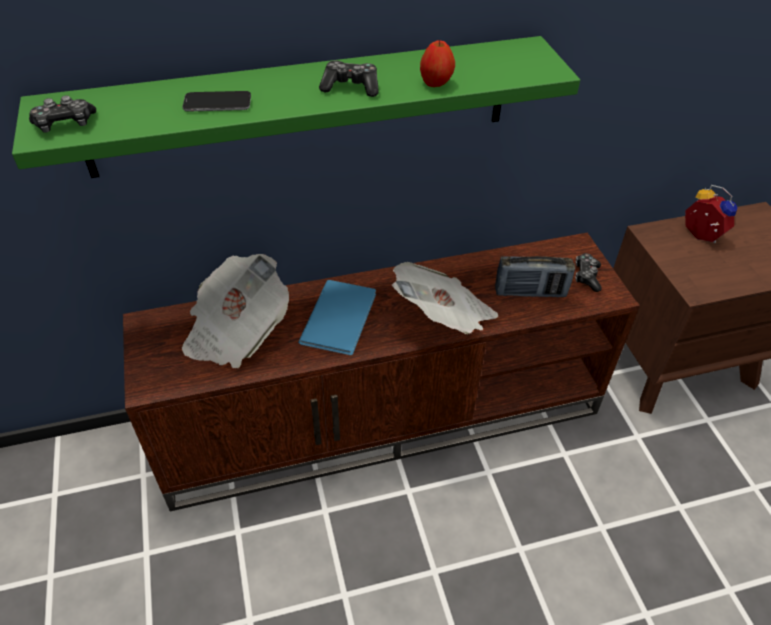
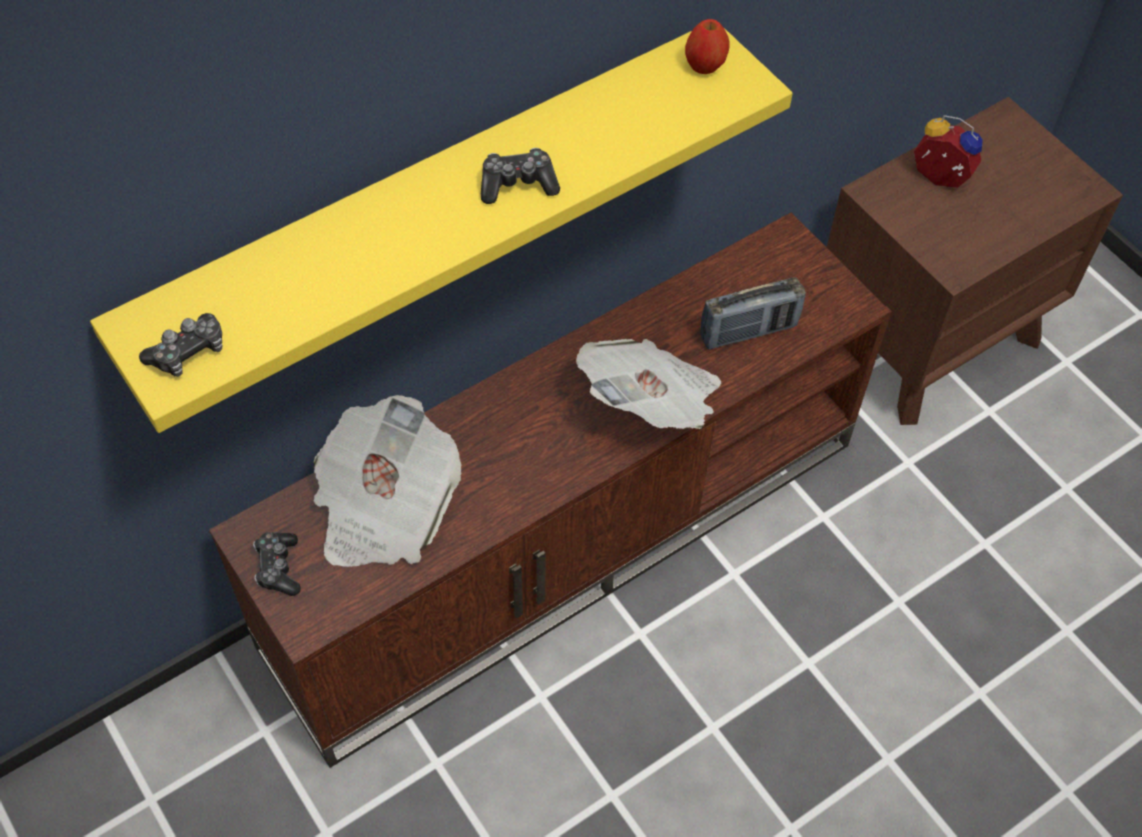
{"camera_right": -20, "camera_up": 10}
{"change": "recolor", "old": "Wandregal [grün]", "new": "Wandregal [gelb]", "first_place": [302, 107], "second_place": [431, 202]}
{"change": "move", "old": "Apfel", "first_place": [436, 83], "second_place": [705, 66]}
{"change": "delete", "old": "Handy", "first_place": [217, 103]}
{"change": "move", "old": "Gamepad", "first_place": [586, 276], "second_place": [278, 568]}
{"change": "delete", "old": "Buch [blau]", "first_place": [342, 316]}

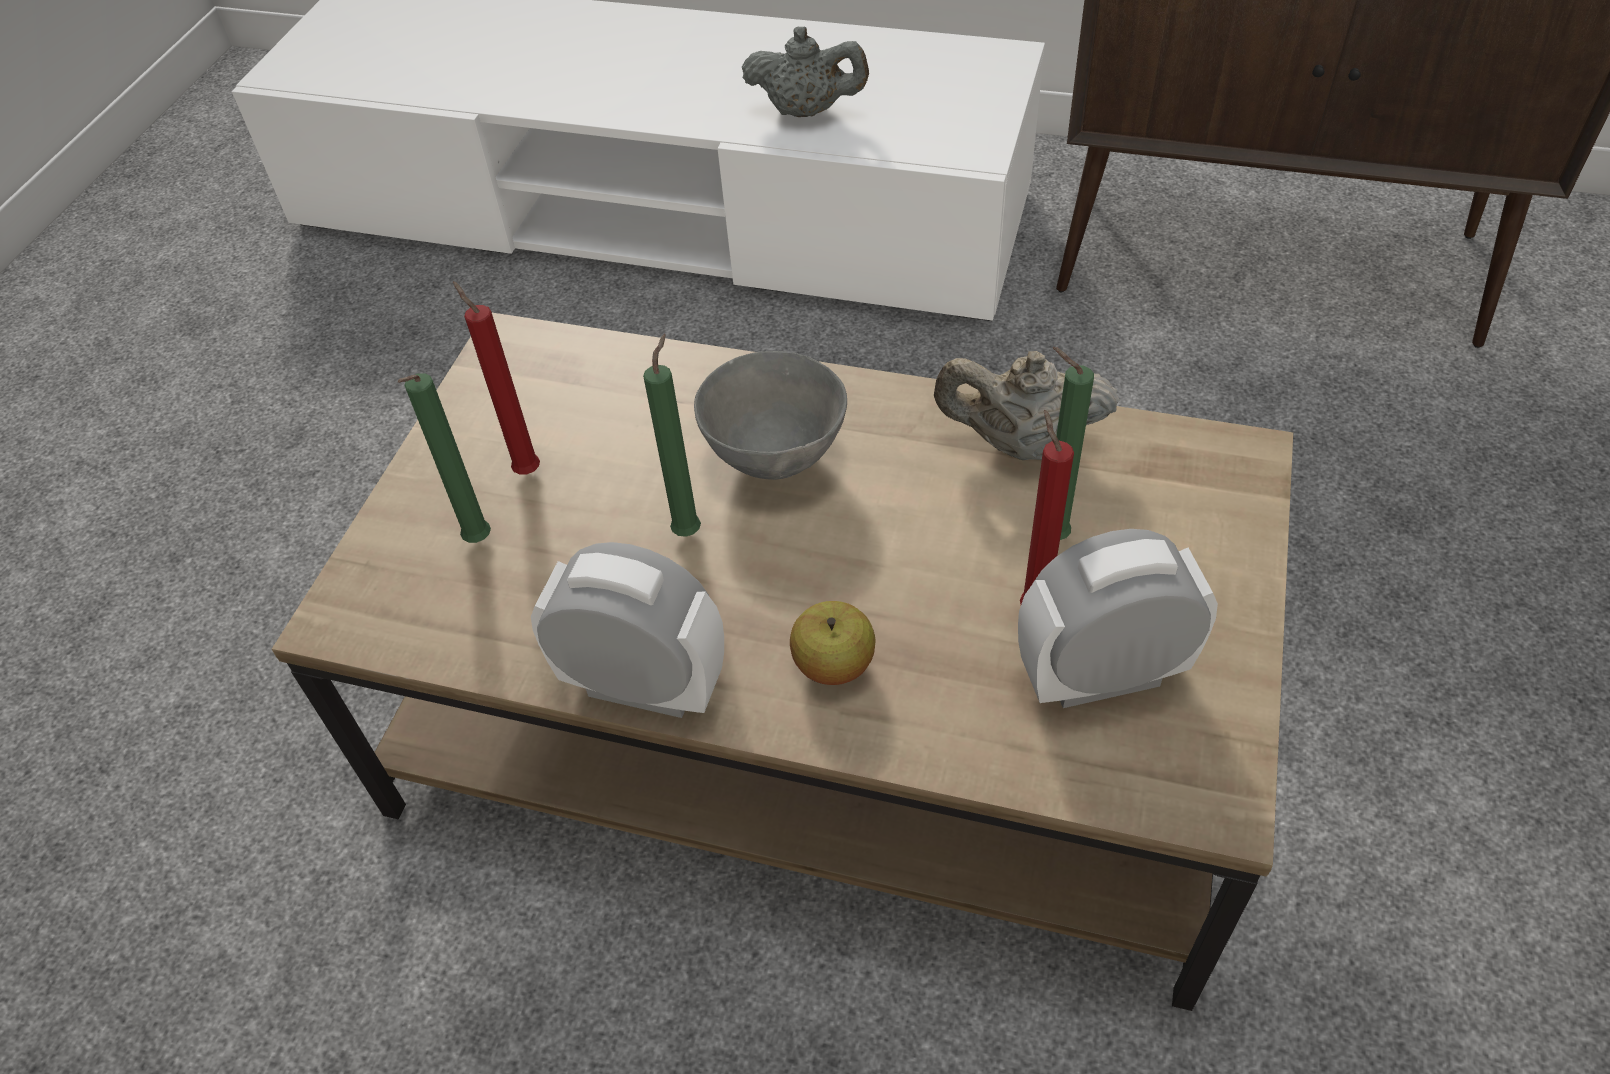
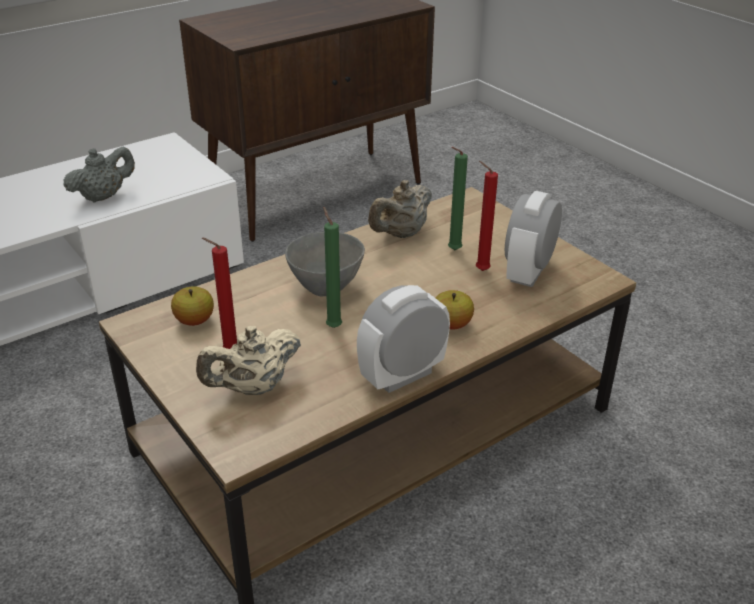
{"camera_right": -55, "camera_up": -15}
{"change": "replace", "old": "Kerze [grün]", "new": "Teekanne [beige]", "first_place": [476, 543], "second_place": [253, 387]}
{"change": "insert", "new": "Apfel", "second_place": [194, 321]}

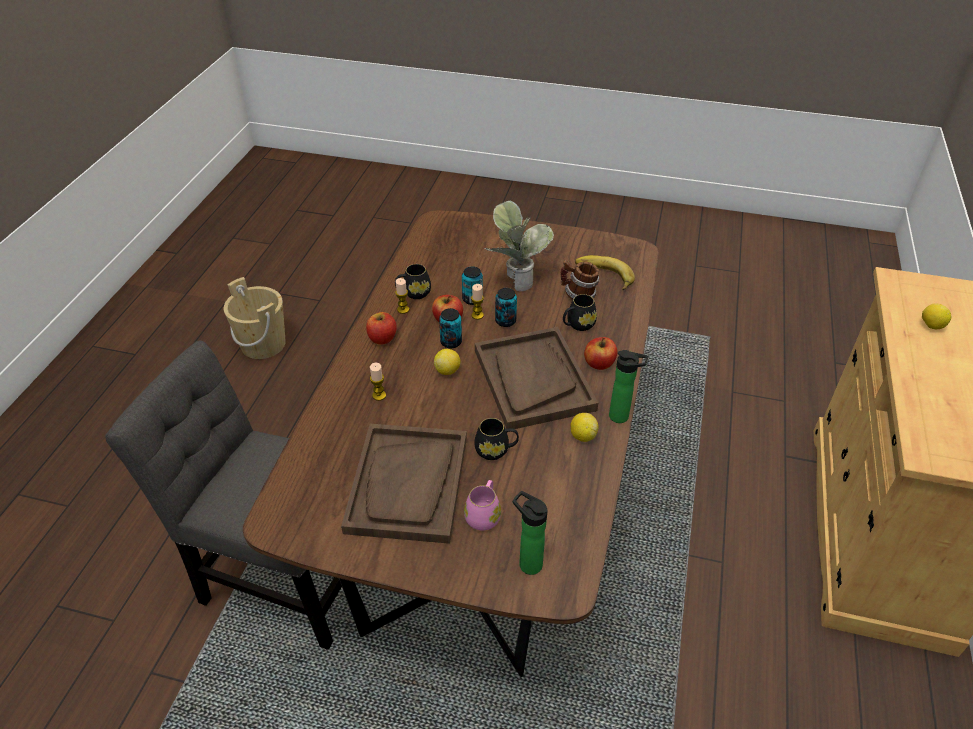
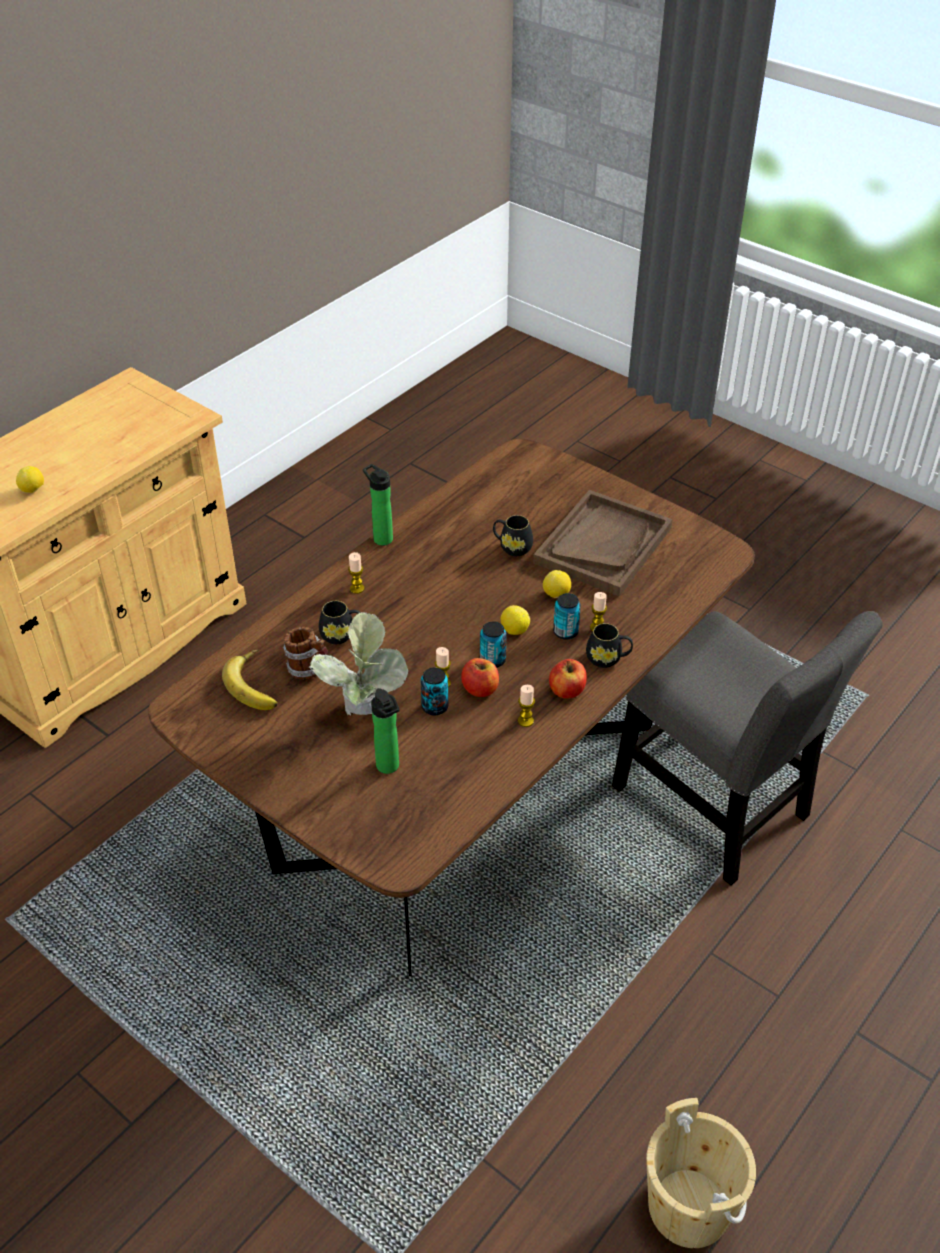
{"camera_right": -155, "camera_up": 0}
{"change": "move", "old": "Henkelbecher [schwarz]", "first_place": [413, 293], "second_place": [608, 658]}
{"change": "move", "old": "Dose", "first_place": [505, 321], "second_place": [565, 632]}
{"change": "delete", "old": "Tablett [braun]", "first_place": [533, 379]}
{"change": "replace", "old": "Apfel", "new": "Kerze", "first_place": [599, 363], "second_place": [357, 588]}
{"change": "move", "old": "Zitrone", "first_place": [583, 436], "second_place": [556, 594]}
{"change": "delete", "old": "Henkelbecher [rosa]", "first_place": [484, 515]}
{"change": "move", "old": "Flasche", "first_place": [527, 563], "second_place": [389, 768]}

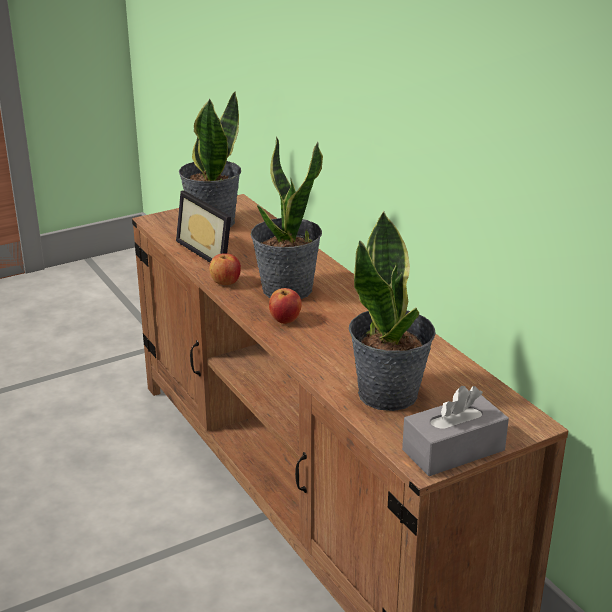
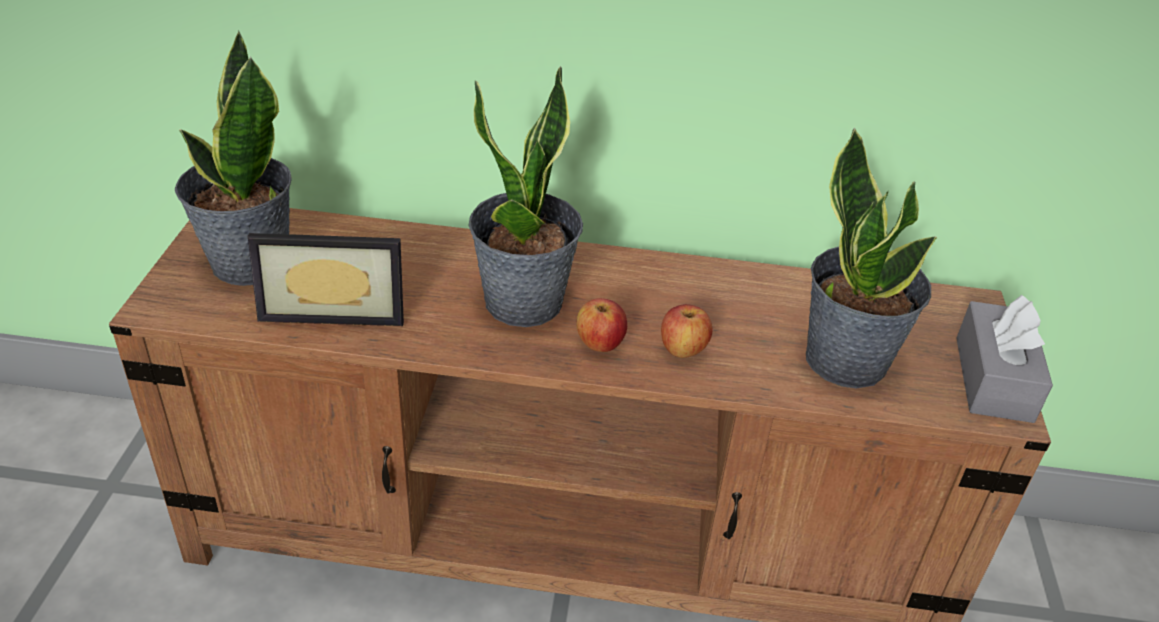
{"camera_right": -55, "camera_up": 10}
{"change": "move", "old": "Apfel", "first_place": [225, 282], "second_place": [682, 350]}

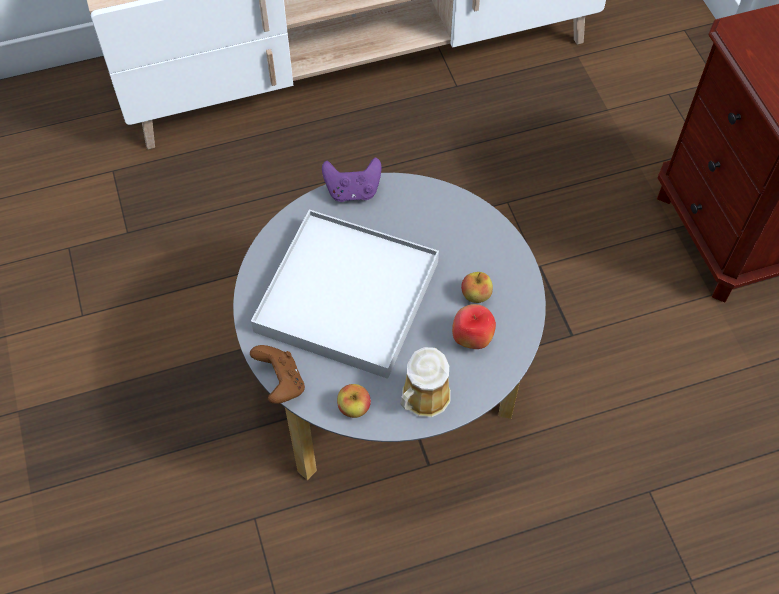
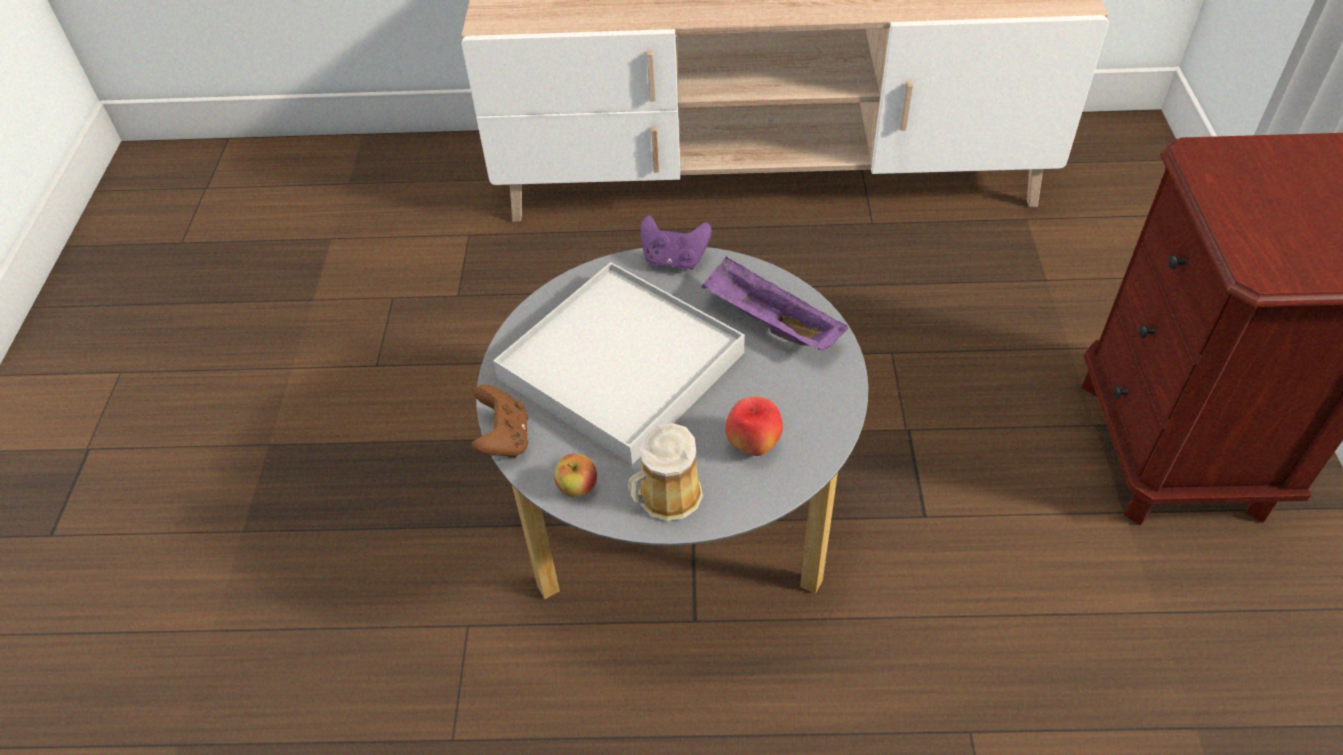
{"camera_right": 20, "camera_up": -10}
{"change": "delete", "old": "Apfel", "first_place": [475, 295]}
{"change": "insert", "new": "Tablett [lila]", "second_place": [768, 323]}

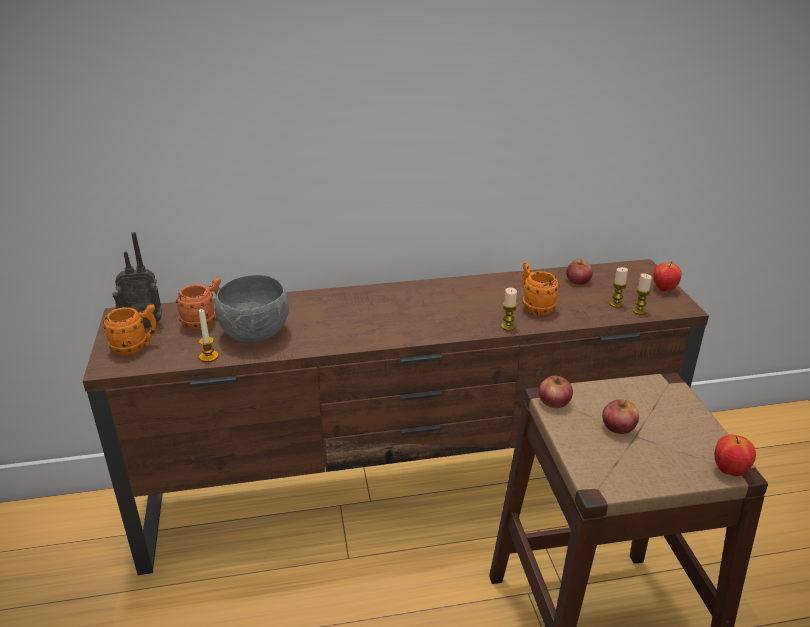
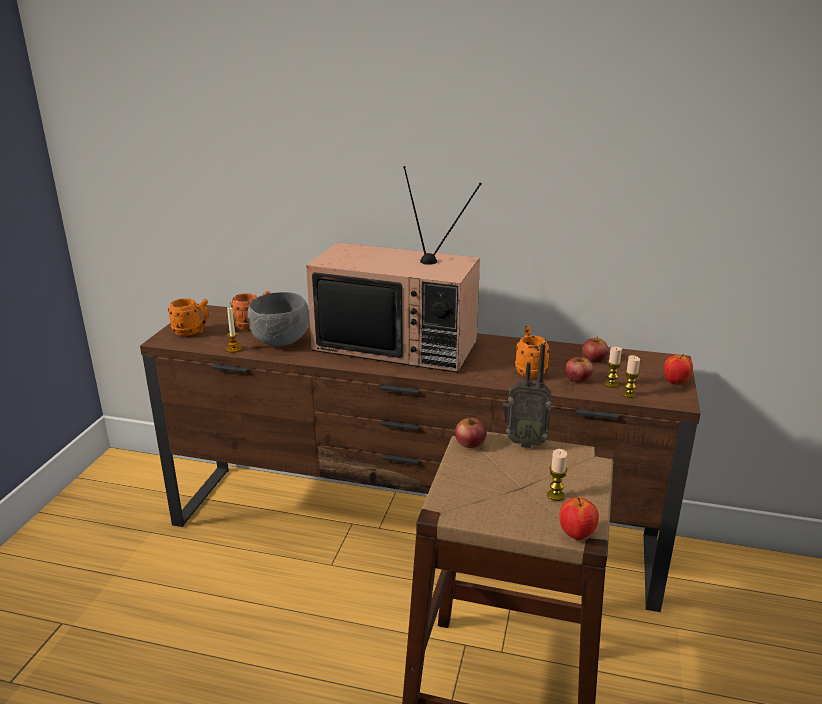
{"camera_right": 25, "camera_up": -5}
{"change": "move", "old": "Radio", "first_place": [143, 324], "second_place": [524, 442]}
{"change": "move", "old": "Kerze", "first_place": [508, 326], "second_place": [555, 495]}
{"change": "move", "old": "Apfel", "first_place": [618, 426], "second_place": [577, 378]}
{"change": "insert", "new": "Fernseher", "second_place": [398, 345]}

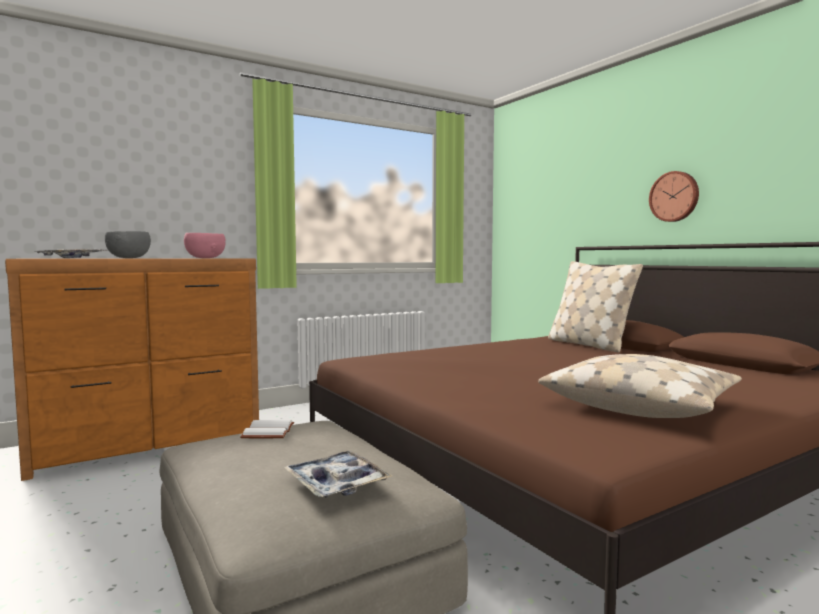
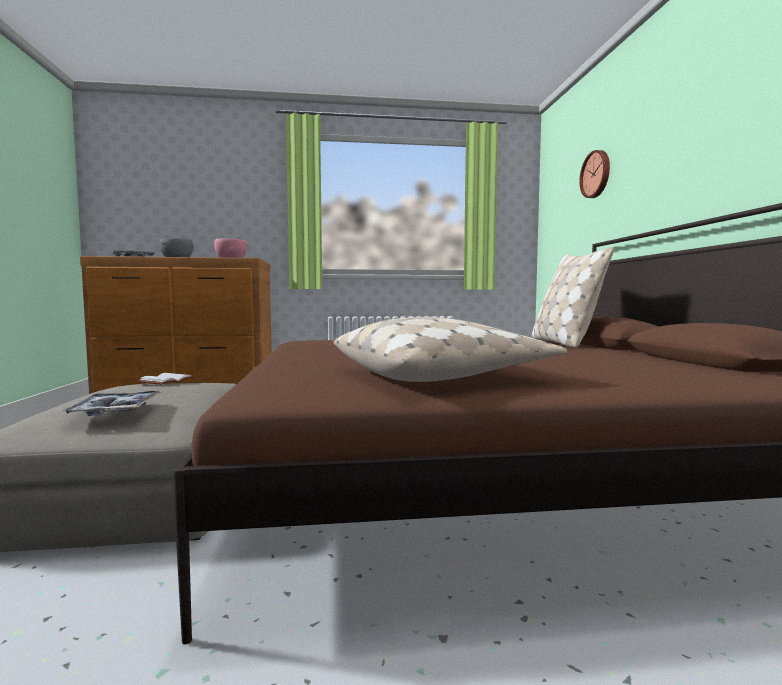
{"camera_right": 25, "camera_up": 0}
{"change": "move", "old": "Wanduhr", "first_place": [674, 196], "second_place": [596, 174]}

